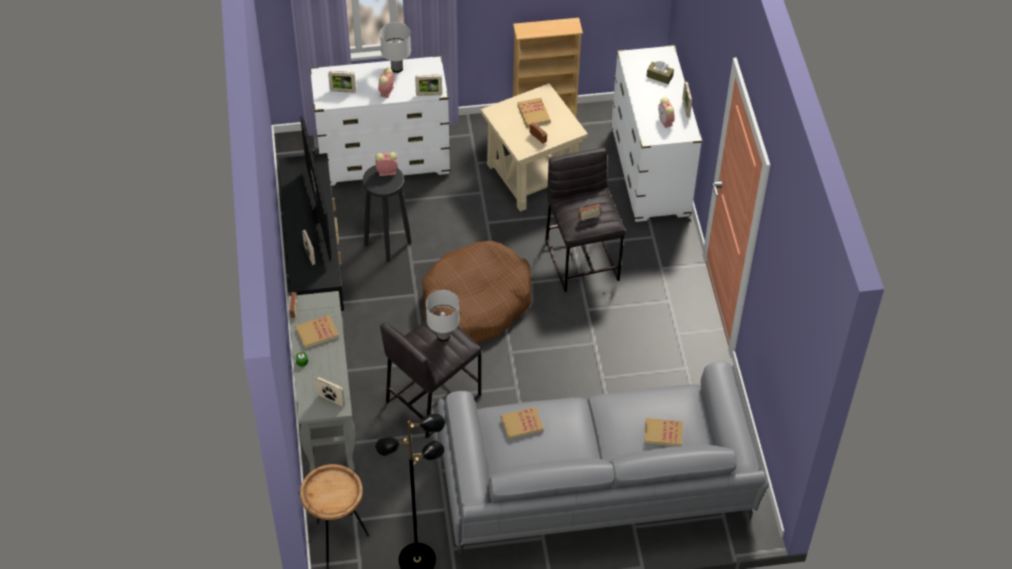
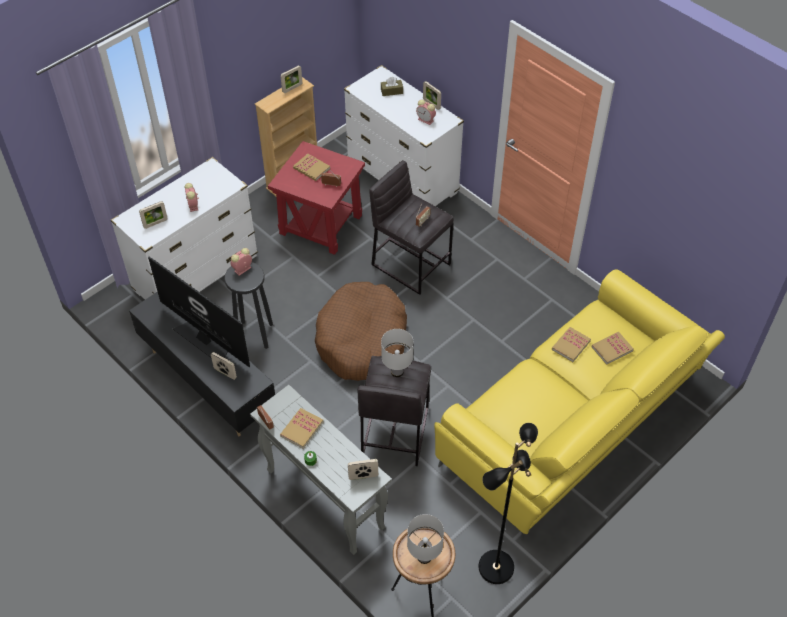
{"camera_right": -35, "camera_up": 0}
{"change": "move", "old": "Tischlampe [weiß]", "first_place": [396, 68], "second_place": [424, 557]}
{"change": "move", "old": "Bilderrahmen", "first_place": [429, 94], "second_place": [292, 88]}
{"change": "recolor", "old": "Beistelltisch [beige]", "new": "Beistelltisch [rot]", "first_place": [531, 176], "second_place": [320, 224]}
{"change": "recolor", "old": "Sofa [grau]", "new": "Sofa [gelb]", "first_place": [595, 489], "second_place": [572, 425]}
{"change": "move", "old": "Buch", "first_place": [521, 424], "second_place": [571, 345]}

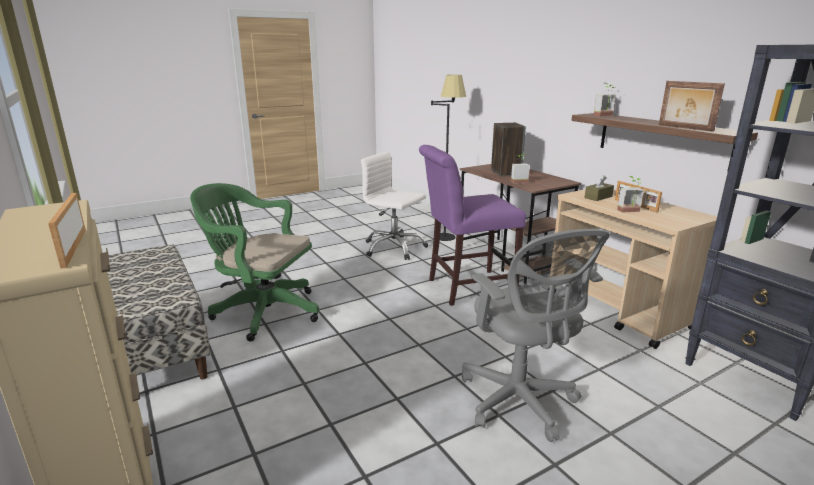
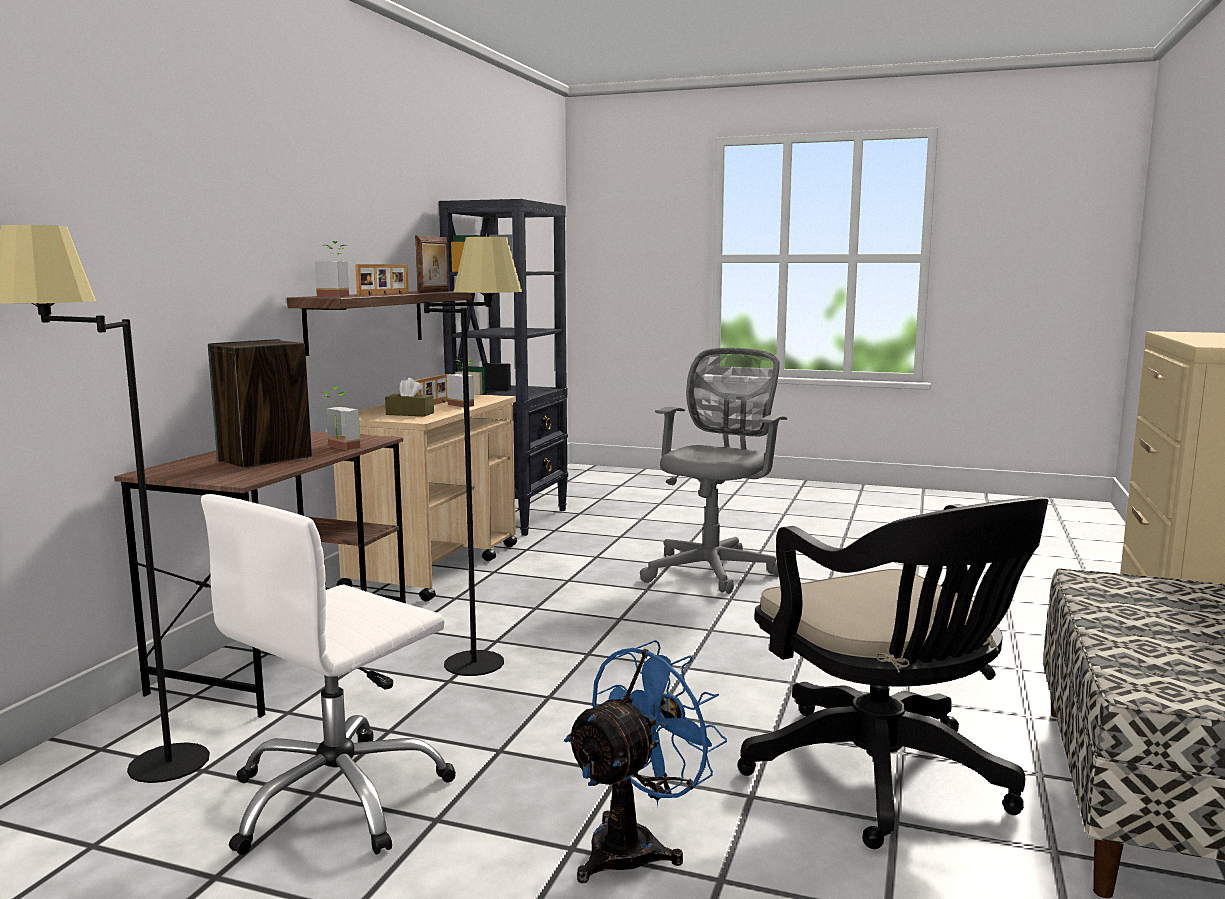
{"camera_right": -130, "camera_up": -10}
{"change": "replace", "old": "Stuhl [lila]", "new": "Stehlampe [schwarz]", "first_place": [466, 287], "second_place": [484, 652]}
{"change": "rotate", "old": "Bürostuhl [weiß]", "first_place": [394, 248], "second_place": [338, 798], "degrees": 45}
{"change": "recolor", "old": "Bürostuhl [grün]", "new": "Bürostuhl [schwarz]", "first_place": [262, 311], "second_place": [885, 780]}
{"change": "move", "old": "Bilderrahmen", "first_place": [72, 248], "second_place": [384, 294]}
{"change": "insert", "new": "Ventilator [blau]", "second_place": [636, 845]}

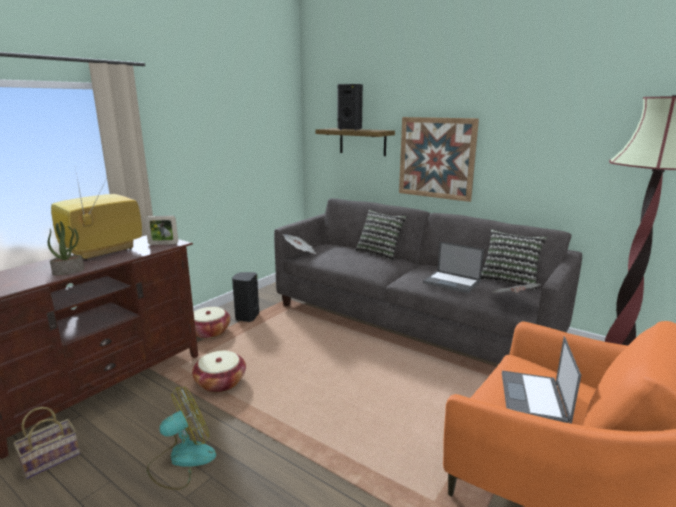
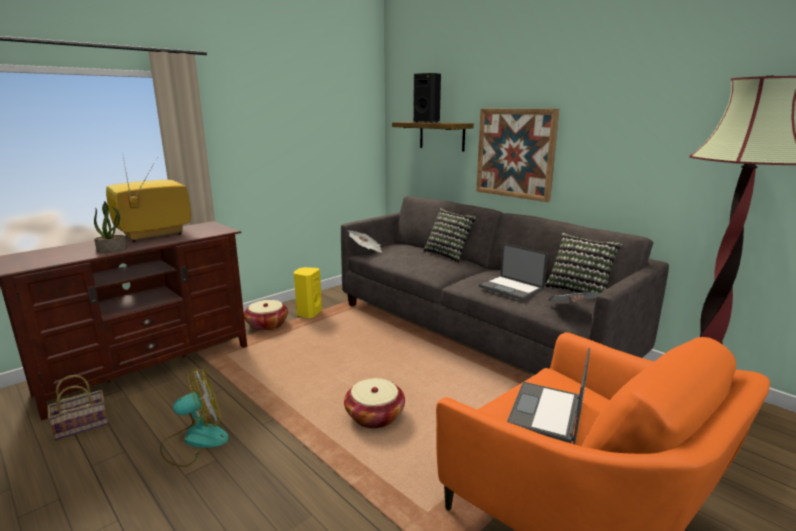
{"camera_right": 10, "camera_up": 0}
{"change": "delete", "old": "Bilderrahmen", "first_place": [163, 244]}
{"change": "recolor", "old": "Lautsprecher [schwarz]", "new": "Lautsprecher [gelb]", "first_place": [246, 317], "second_place": [308, 313]}
{"change": "move", "old": "Korb", "first_place": [220, 382], "second_place": [374, 416]}

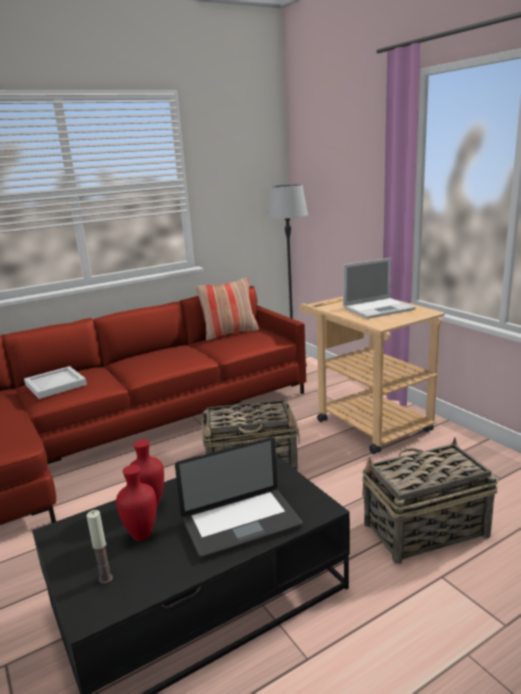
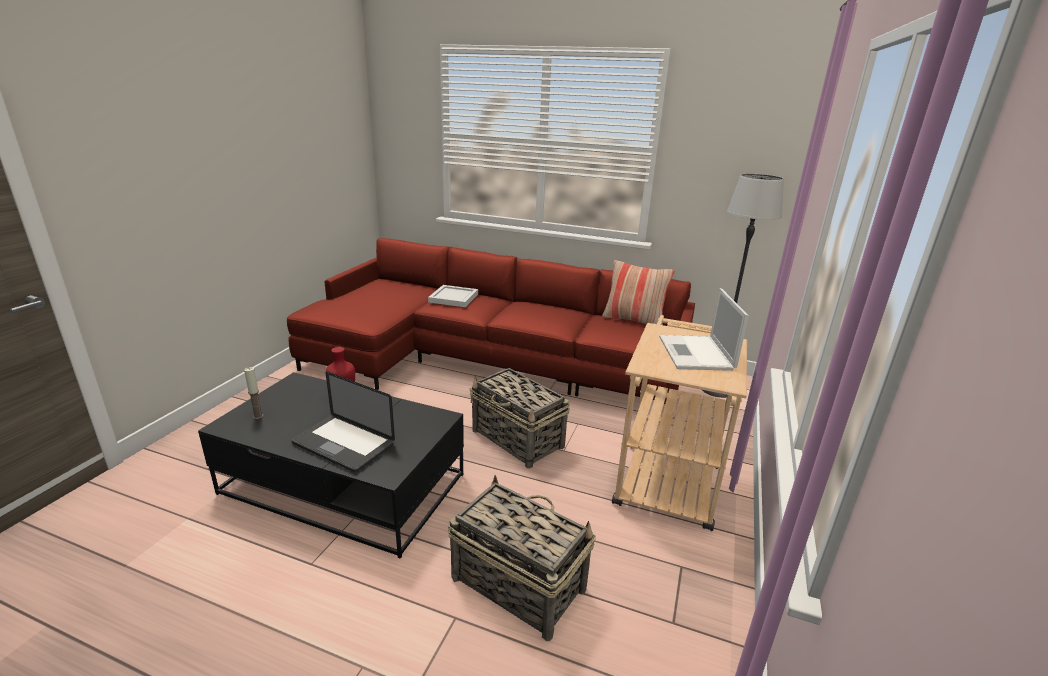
{"camera_right": 50, "camera_up": 5}
{"change": "rotate", "old": "Laptop", "first_place": [379, 308], "second_place": [696, 354], "degrees": 60}
{"change": "delete", "old": "Vase [rot]", "first_place": [142, 536]}

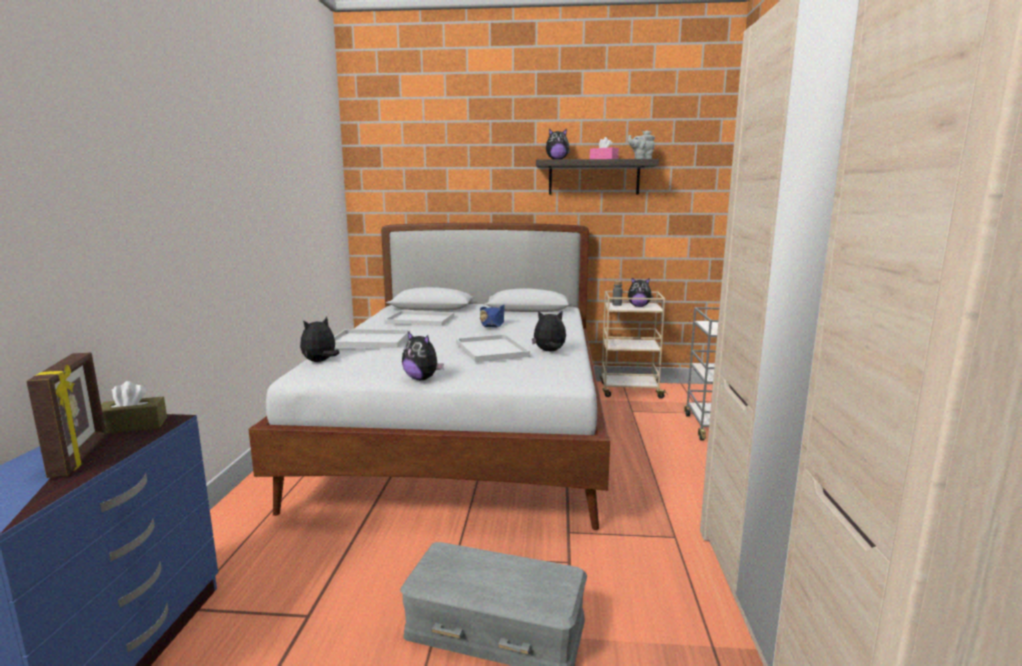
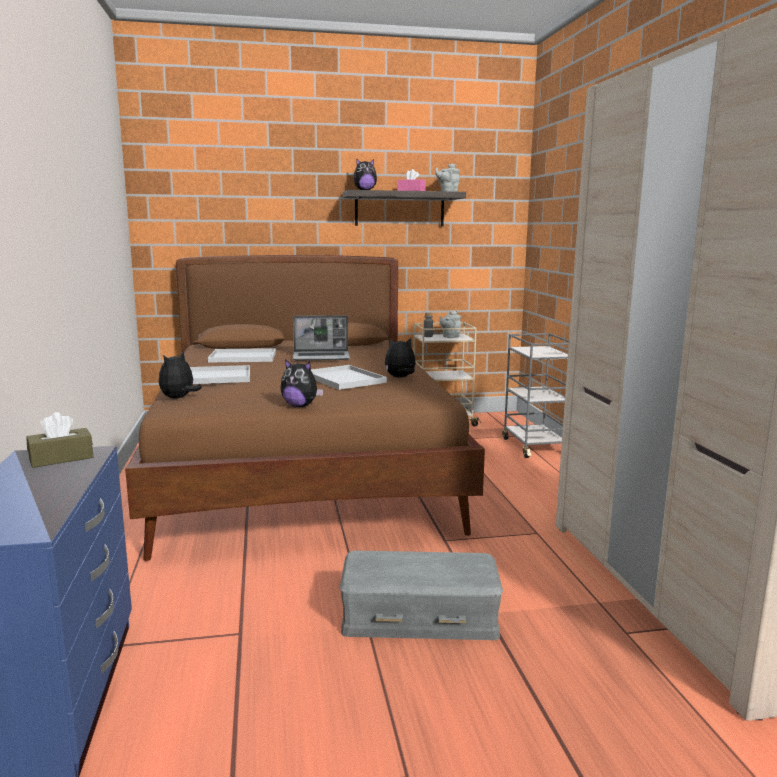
{"camera_right": -15, "camera_up": 0}
{"change": "recolor", "old": "Bett [weiß]", "new": "Bett [braun]", "first_place": [467, 433], "second_place": [303, 471]}
{"change": "replace", "old": "Plüschtier", "new": "Teekanne [grau]", "first_place": [639, 306], "second_place": [450, 337]}
{"change": "replace", "old": "Hut [blau]", "new": "Laptop", "first_place": [492, 323], "second_place": [322, 357]}
{"change": "delete", "old": "Bilderrahmen", "first_place": [81, 456]}

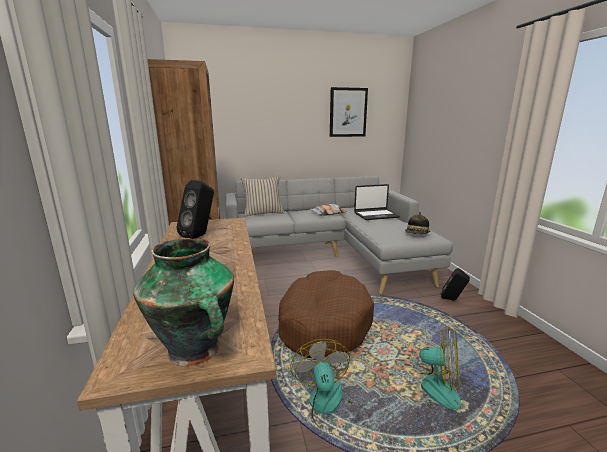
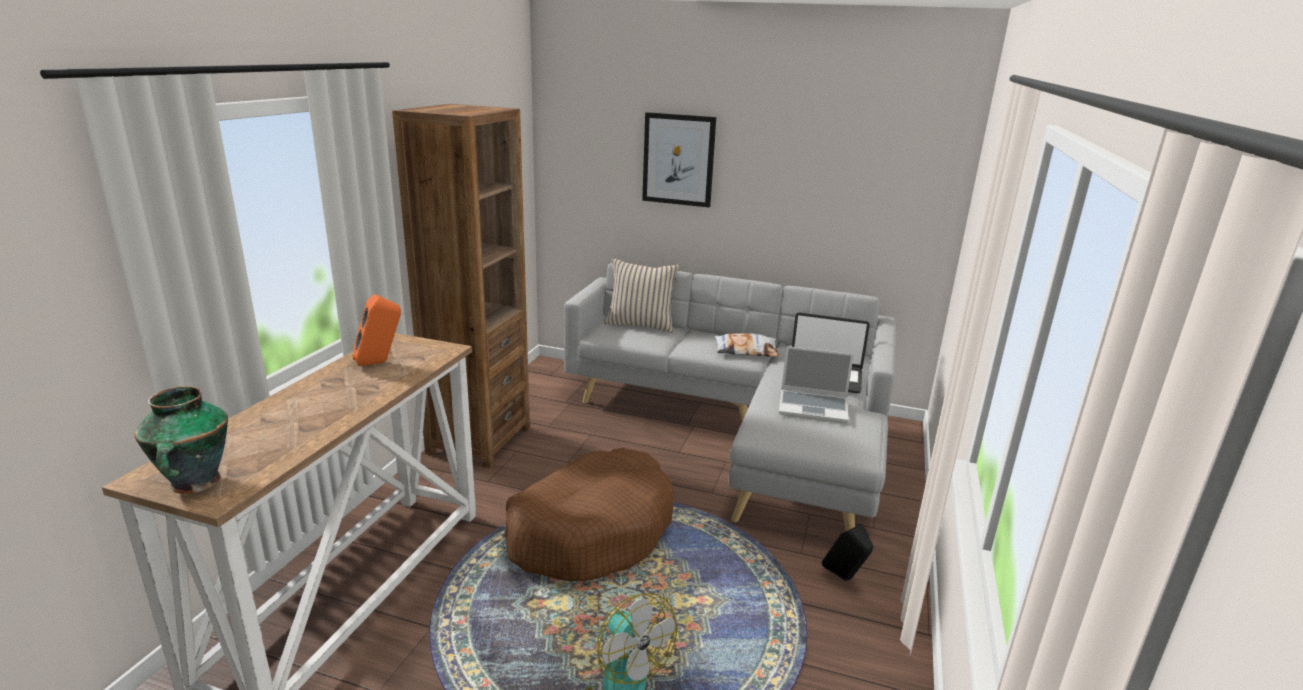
{"camera_right": 30, "camera_up": 5}
{"change": "move", "old": "Bild", "first_place": [348, 112], "second_place": [678, 159]}
{"change": "recolor", "old": "Lautsprecher [schwarz]", "new": "Lautsprecher [orange]", "first_place": [200, 236], "second_place": [380, 363]}
{"change": "delete", "old": "Hut", "first_place": [417, 234]}
{"change": "delete", "old": "Ventilator", "first_place": [329, 406]}
{"change": "insert", "new": "Laptop", "second_place": [814, 407]}

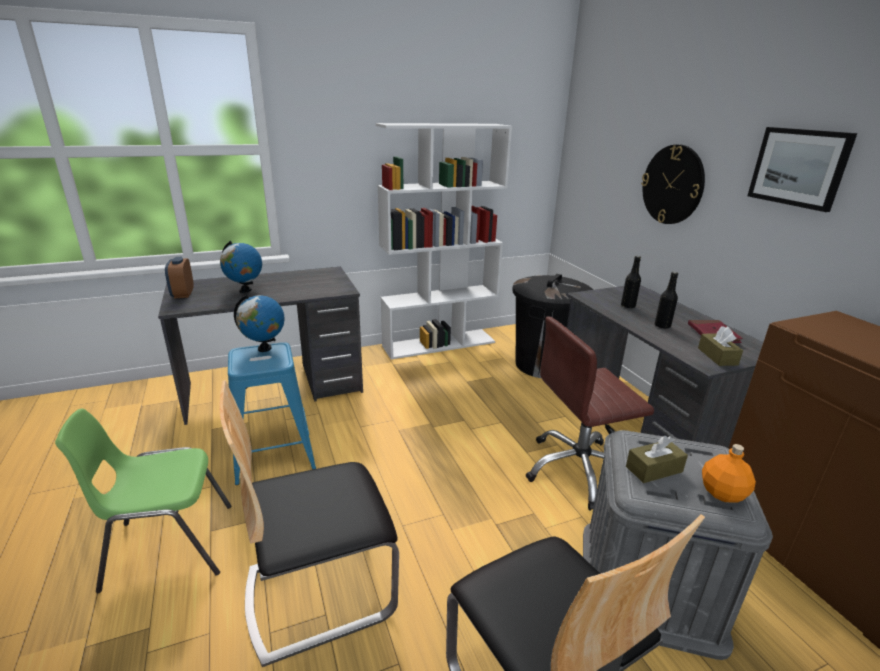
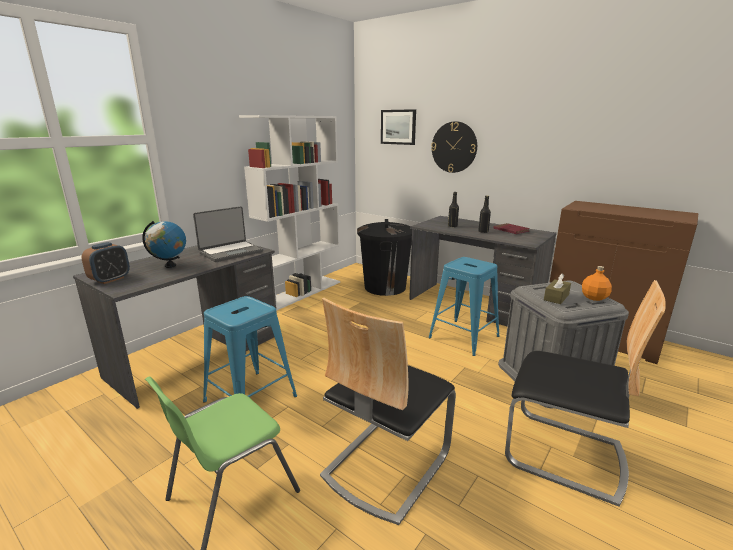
{"camera_right": -30, "camera_up": -5}
{"change": "move", "old": "Bild", "first_place": [799, 167], "second_place": [398, 127]}
{"change": "rotate", "old": "Wecker", "first_place": [183, 294], "second_place": [110, 279], "degrees": -105}
{"change": "delete", "old": "Globus", "first_place": [264, 348]}
{"change": "replace", "old": "Bürostuhl [braun]", "new": "Hocker [blau]", "first_place": [578, 470], "second_place": [464, 337]}
{"change": "delete", "old": "Taschentuchbox [braun]", "first_place": [717, 356]}
{"change": "insert", "new": "Laptop", "second_place": [231, 252]}

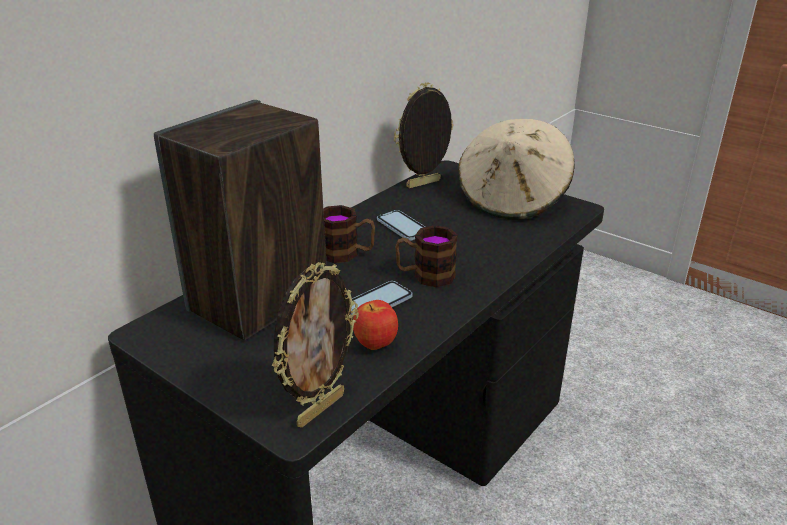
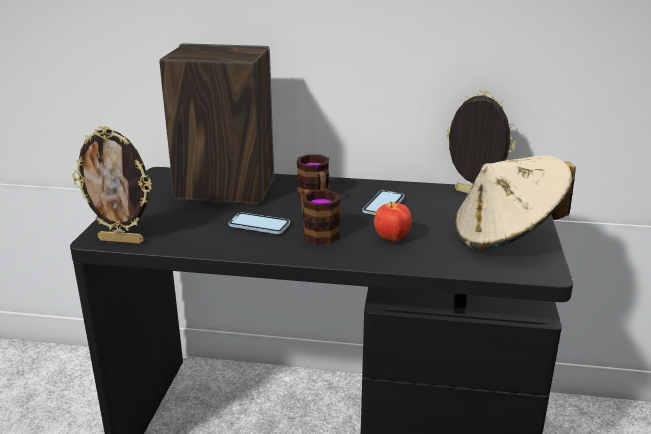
{"camera_right": 60, "camera_up": -5}
{"change": "move", "old": "Apfel", "first_place": [375, 345], "second_place": [391, 239]}

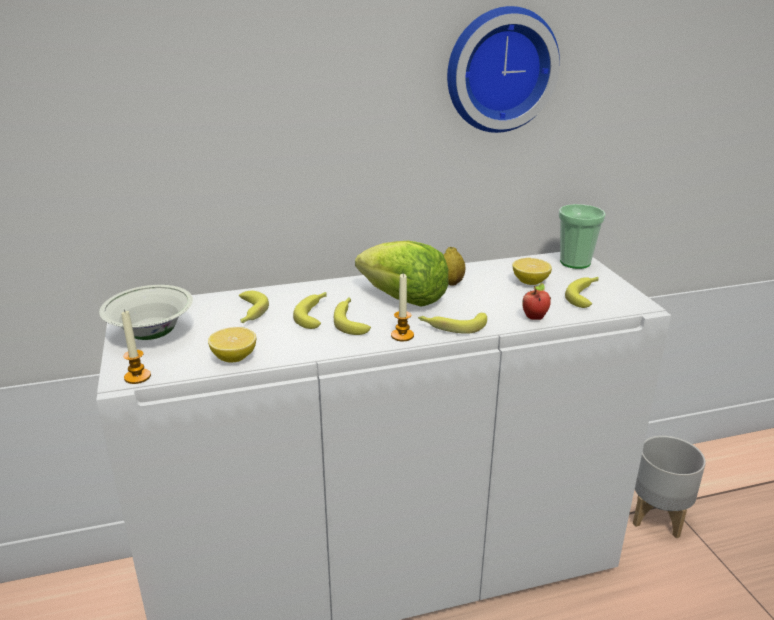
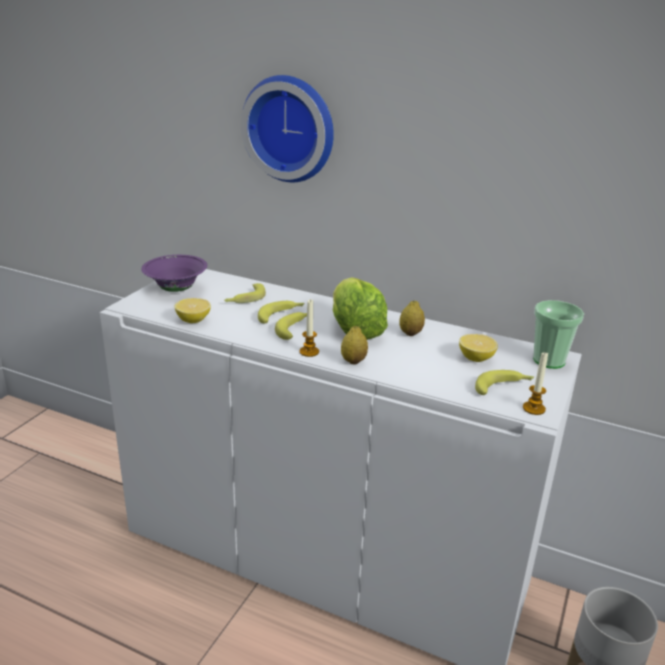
{"camera_right": 40, "camera_up": 0}
{"change": "move", "old": "Wanduhr", "first_place": [499, 70], "second_place": [291, 128]}
{"change": "delete", "old": "Apfel", "first_place": [535, 318]}
{"change": "recolor", "old": "Schüssel [weiß]", "new": "Schüssel [lila]", "first_place": [152, 334], "second_place": [176, 289]}
{"change": "move", "old": "Kerze", "first_place": [137, 377], "second_place": [533, 408]}
{"change": "replace", "old": "Banane", "new": "Zitrone", "first_place": [452, 326], "second_place": [353, 361]}

